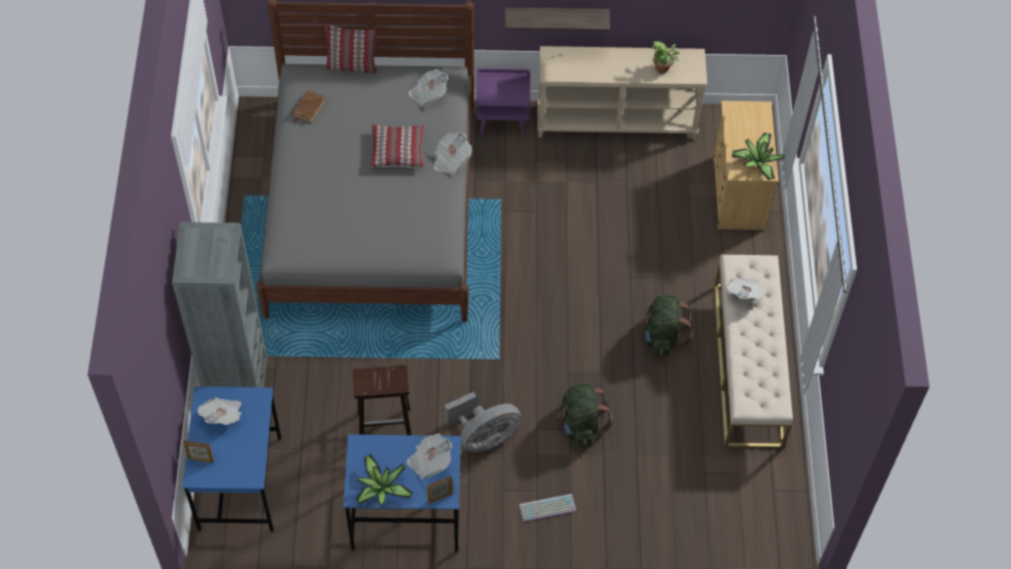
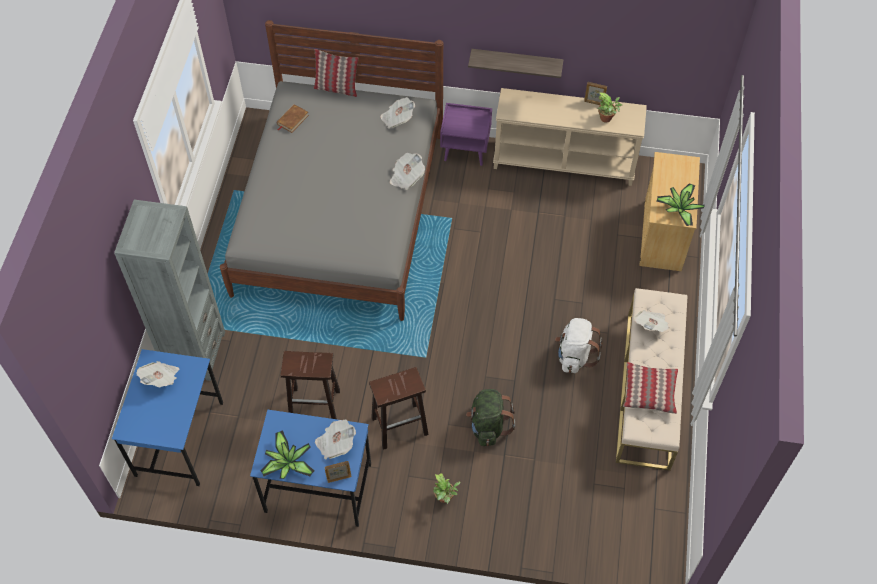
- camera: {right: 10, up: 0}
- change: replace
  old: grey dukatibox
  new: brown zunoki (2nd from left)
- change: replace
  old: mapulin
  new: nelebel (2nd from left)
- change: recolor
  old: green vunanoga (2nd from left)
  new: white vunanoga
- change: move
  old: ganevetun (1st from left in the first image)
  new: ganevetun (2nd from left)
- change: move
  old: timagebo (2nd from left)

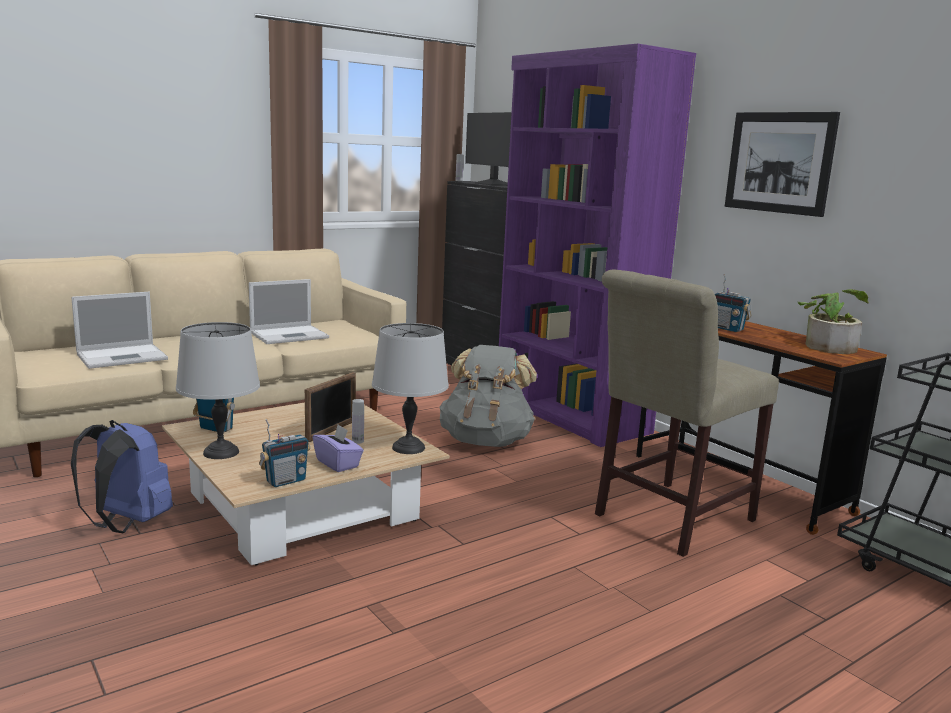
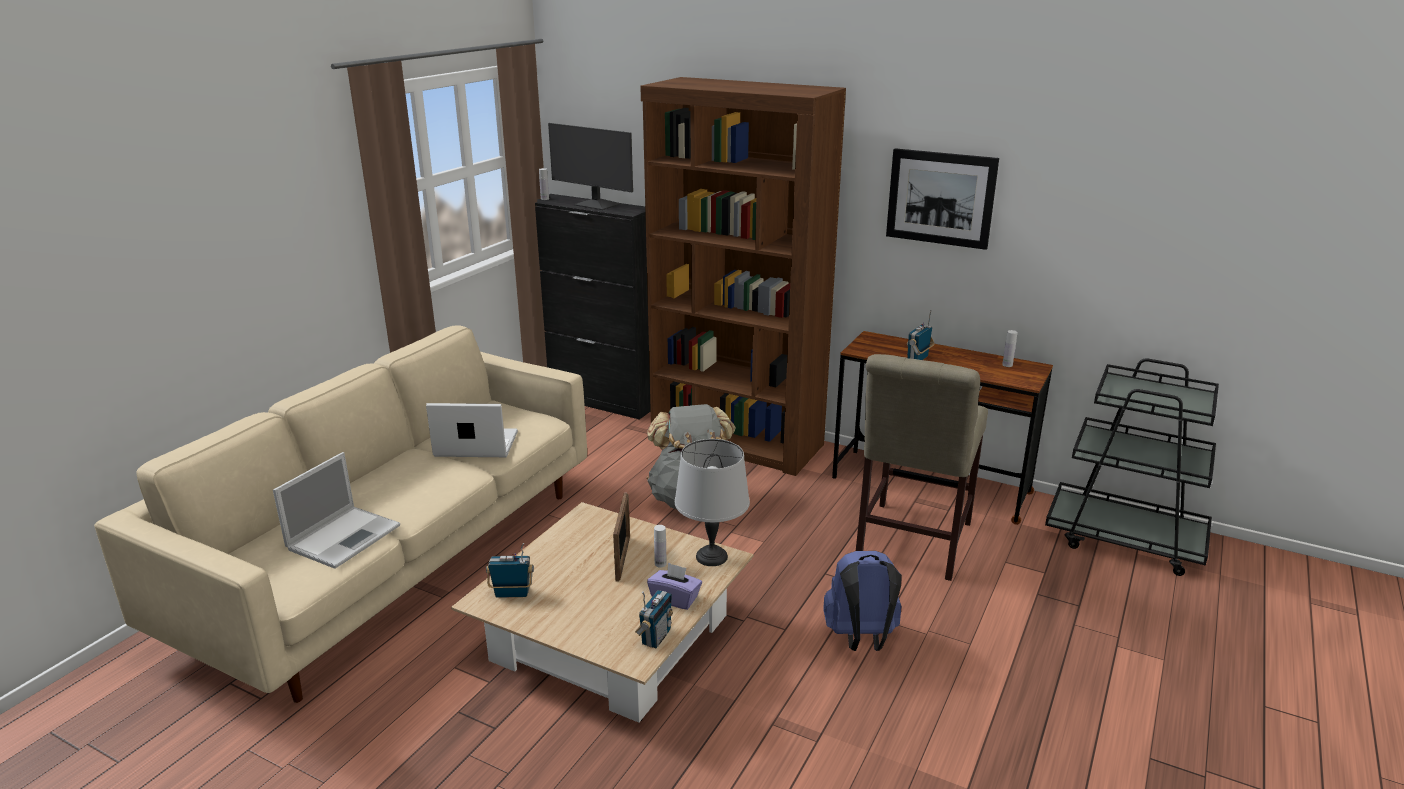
- camera: {right: -25, up: 10}
- change: rotate
  old: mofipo (2nd from left)
  degrees: -120
- change: recolor
  old: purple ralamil
  new: brown ralamil
- change: move
  old: blue vunanoga
- change: rotate
  old: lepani (3rd from left)
  degrees: 105
- change: replace
  old: nelebel
  new: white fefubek (3rd from left)
- change: delete
  old: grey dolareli (1st from left)

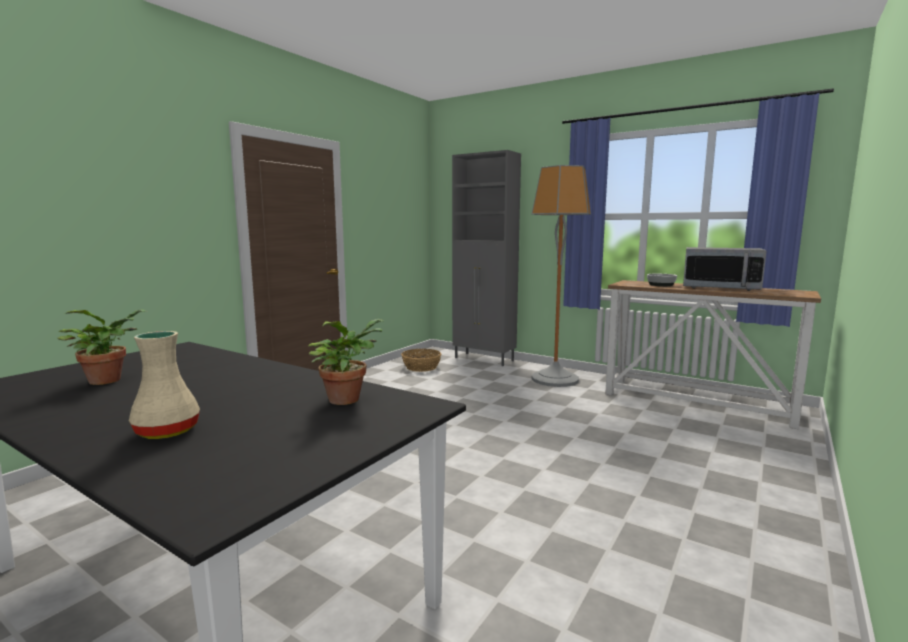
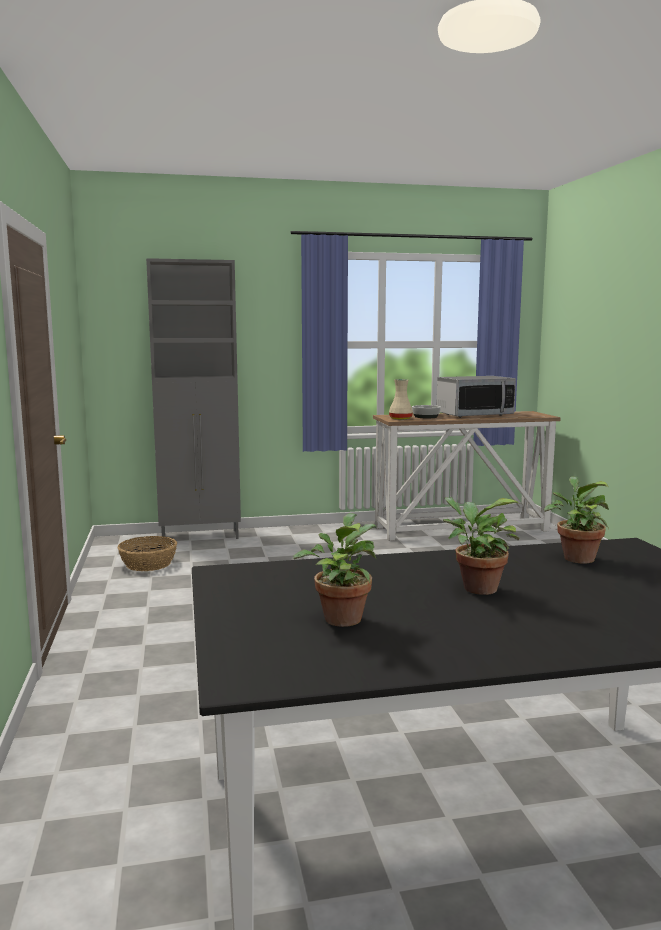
- camera: {right: -45, up: 0}
- change: move
  old: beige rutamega
- change: insert
  new: nelebel (2nd from left)
- change: delete
  old: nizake

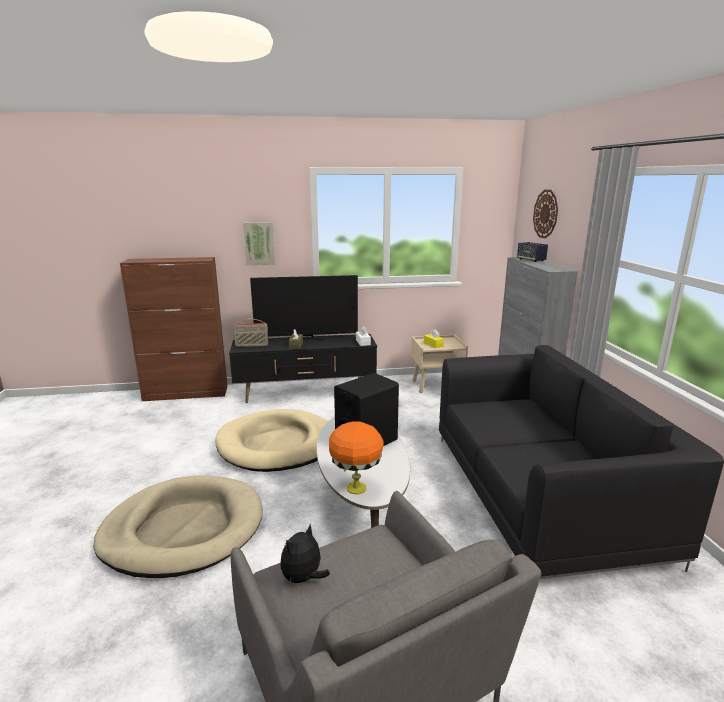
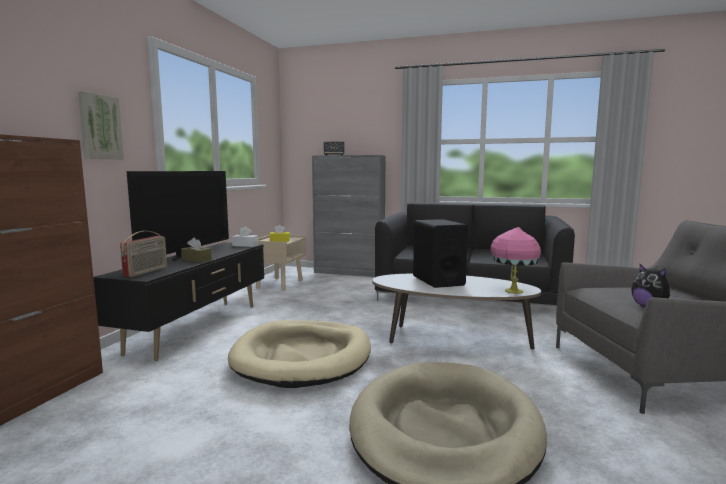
- camera: {right: -65, up: -10}
- change: recolor
  old: orange dolareli
  new: pink dolareli
- change: delete
  old: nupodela

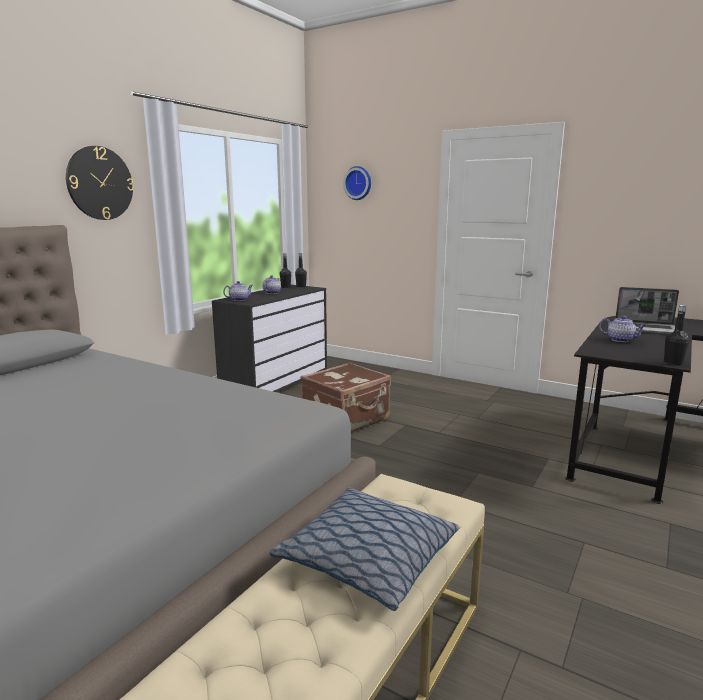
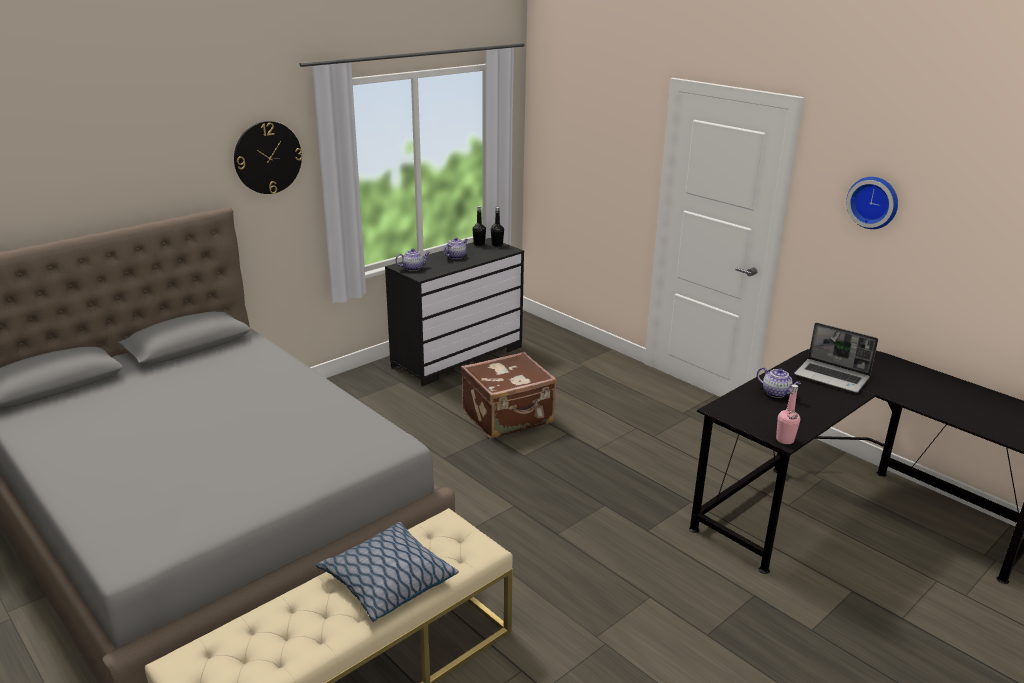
- camera: {right: 15, up: 10}
- change: recolor
  old: black fefubek (3rd from left)
  new: pink fefubek
- change: move
  old: nupodela (2nd from left)

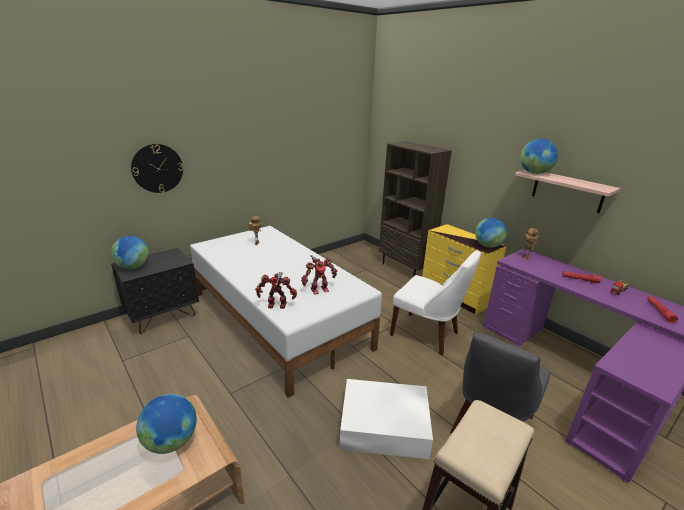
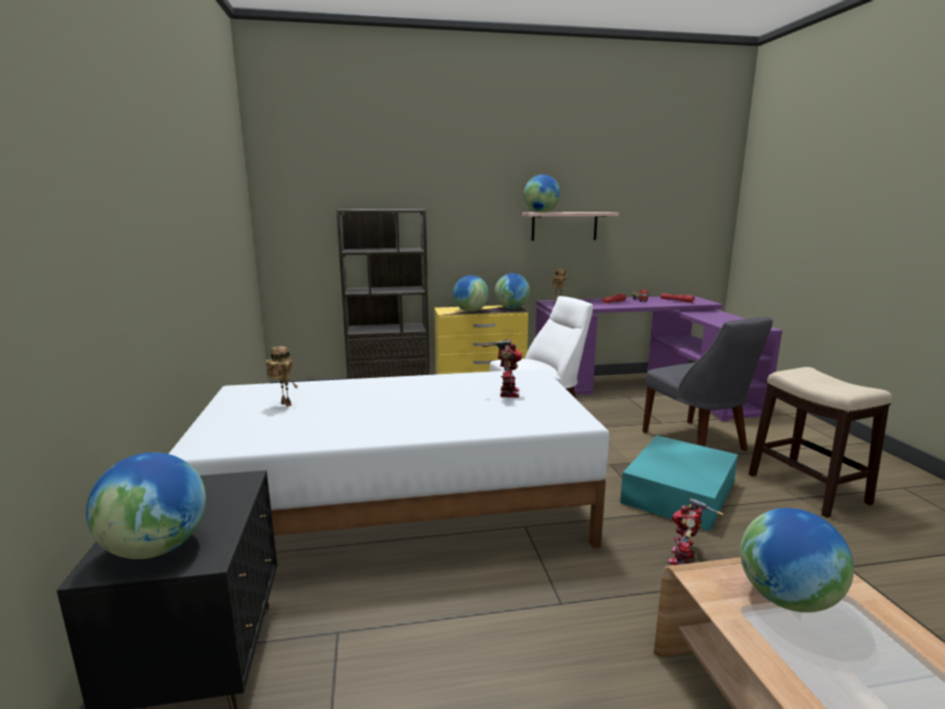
- camera: {right: -60, up: -10}
- change: insert
  new: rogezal (2nd from left)
- change: recolor
  old: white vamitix
  new: turquoise vamitix
- change: move
  old: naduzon (2nd from left in the first image)
  new: naduzon (4th from left)
- change: delete
  old: nupodela

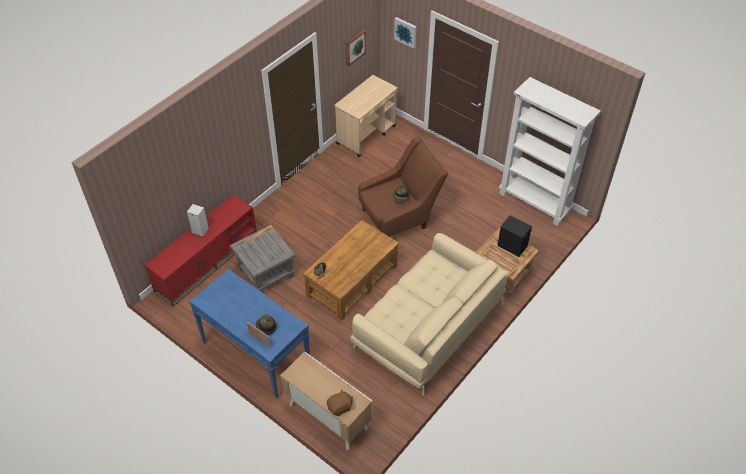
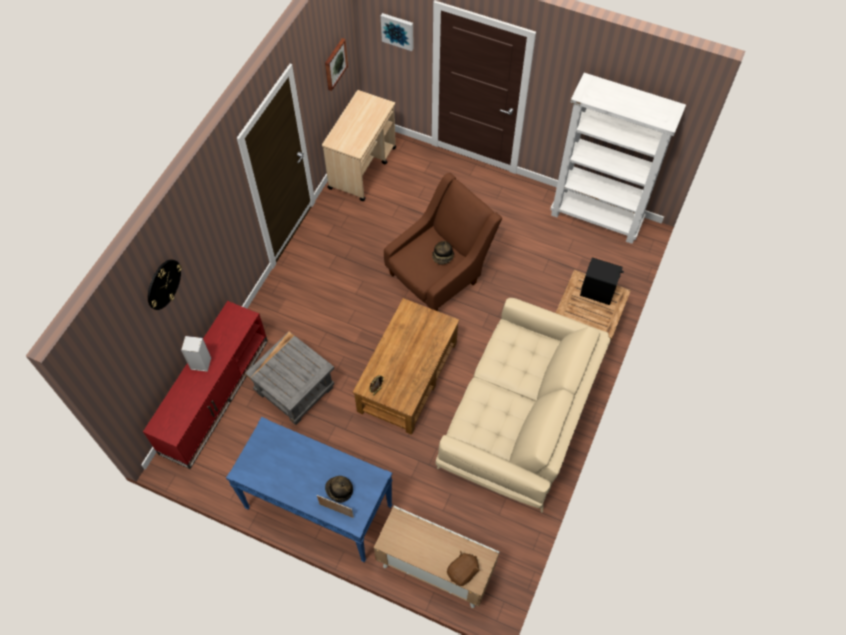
- camera: {right: -15, up: 10}
- change: insert
  new: nupodela

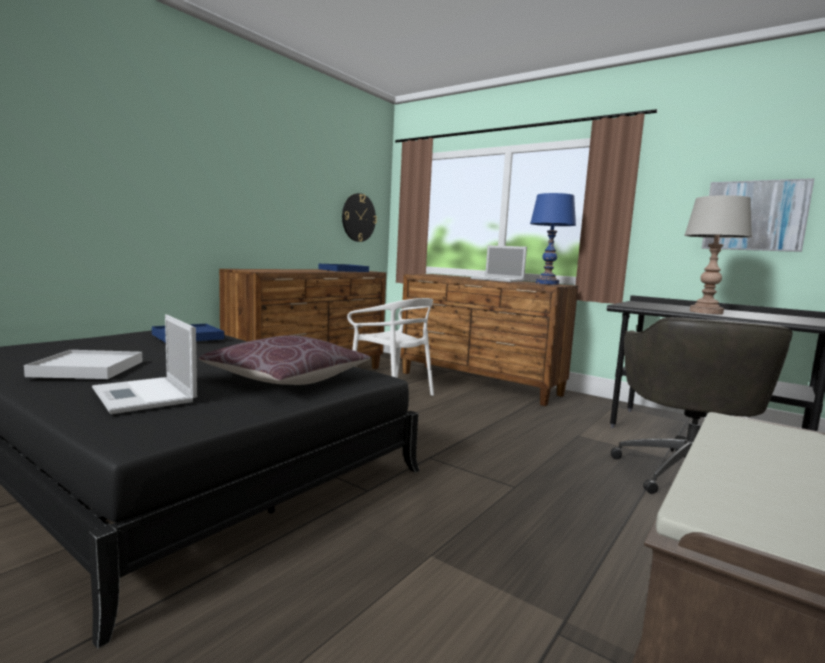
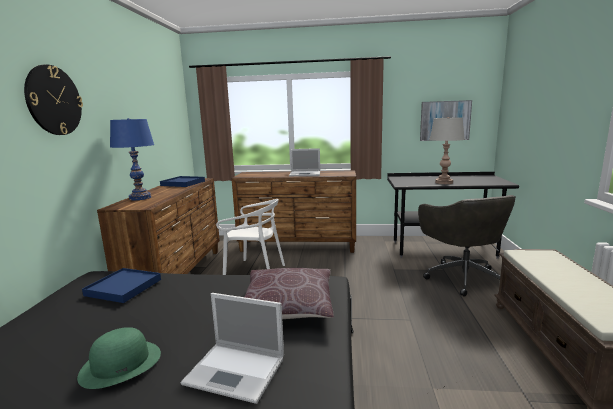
- camera: {right: -30, up: 5}
- change: move
  old: nupodela
- change: replace
  old: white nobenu
  new: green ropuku
- change: move
  old: blue dolareli

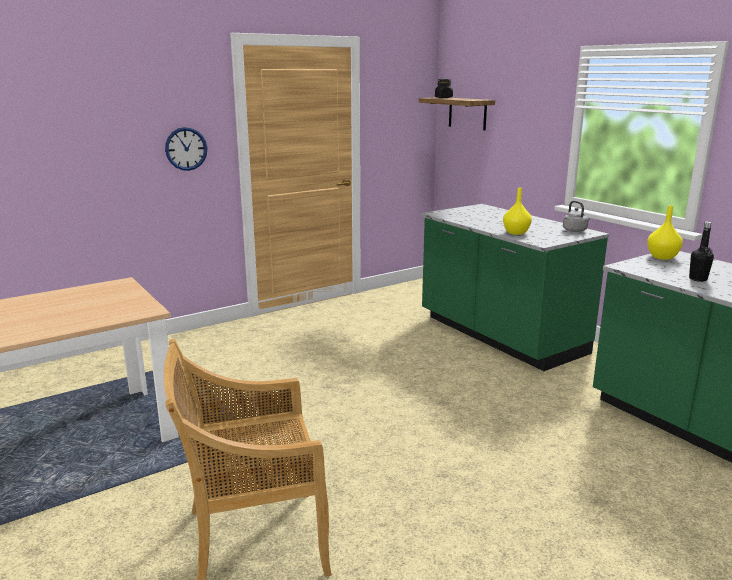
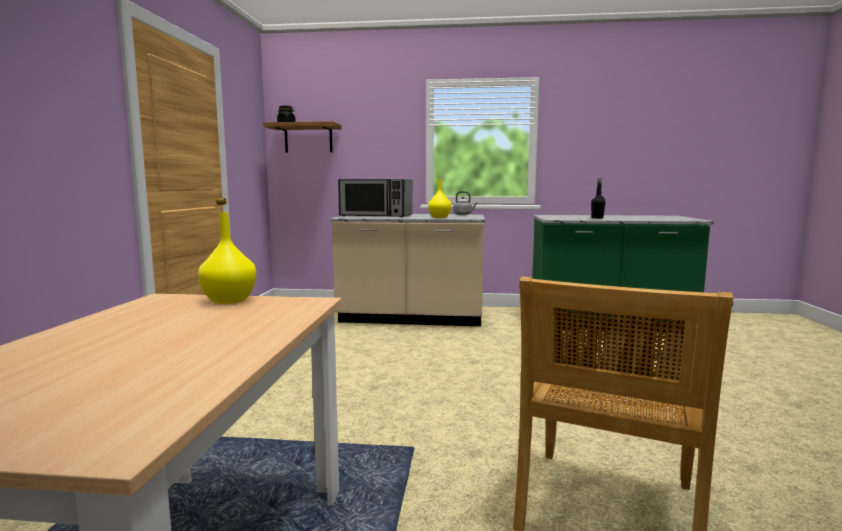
- camera: {right: -50, up: -10}
- change: move
  old: yellow rutamega (2nd from left in the first image)
  new: yellow rutamega (1st from left)
- change: recolor
  old: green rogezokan (1st from left)
  new: beige rogezokan
- change: insert
  new: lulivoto
- change: delete
  old: nupodela

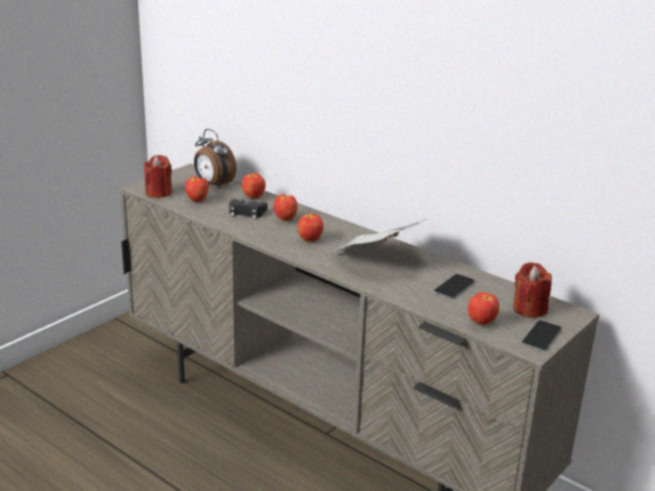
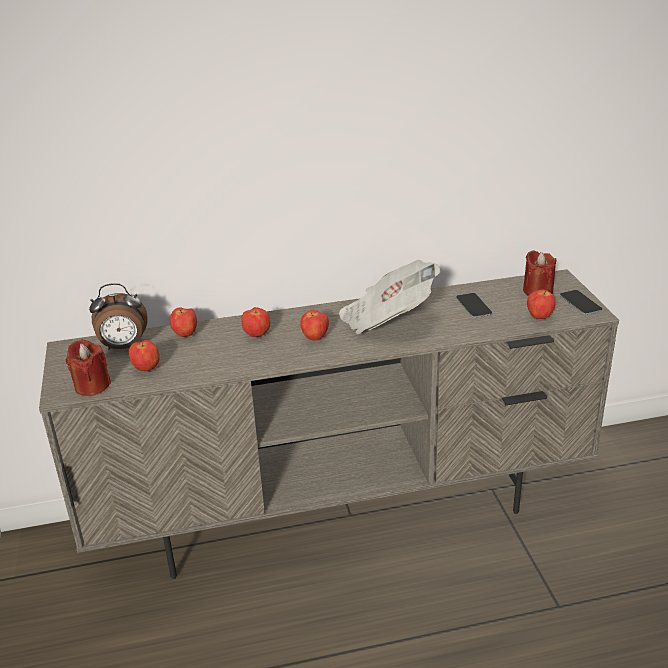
- camera: {right: -50, up: 5}
- change: delete
  old: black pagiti

